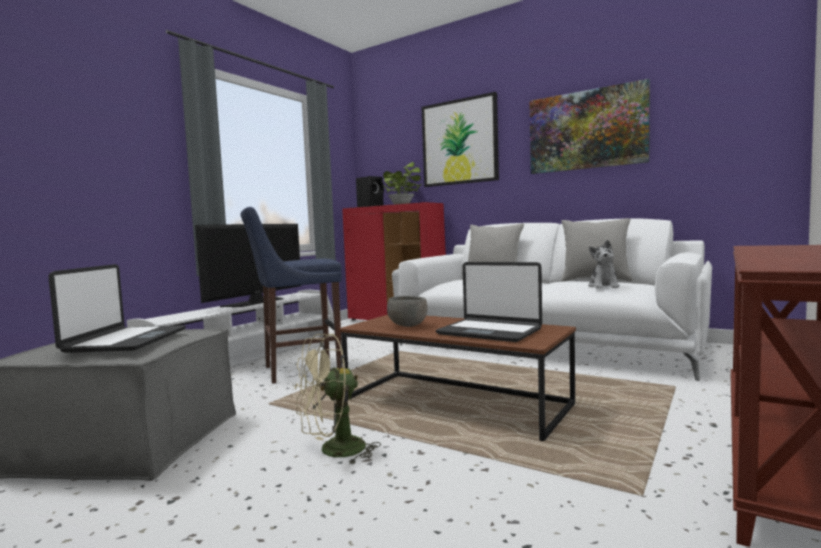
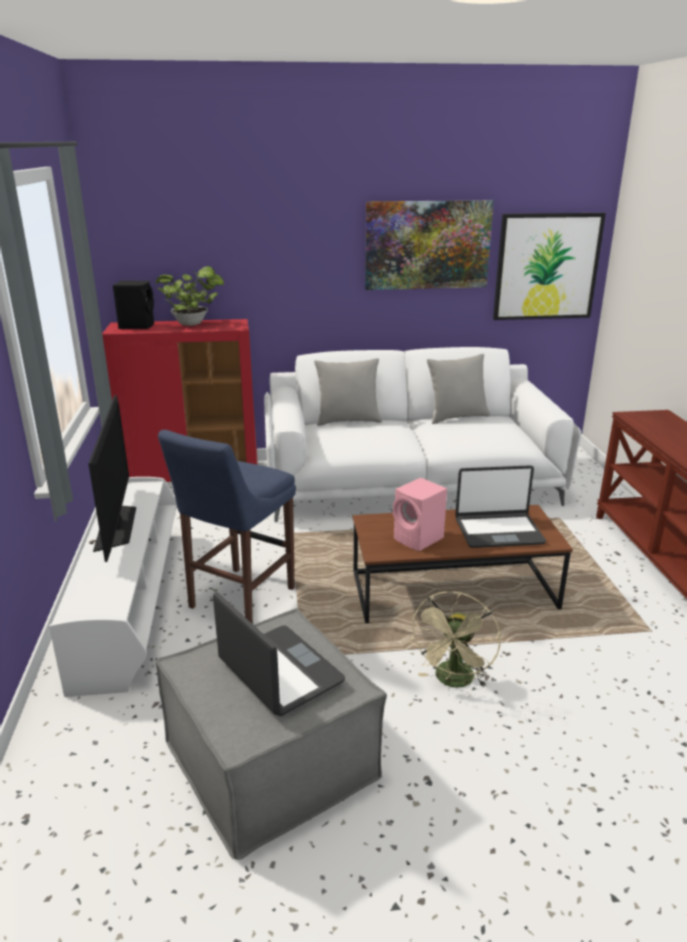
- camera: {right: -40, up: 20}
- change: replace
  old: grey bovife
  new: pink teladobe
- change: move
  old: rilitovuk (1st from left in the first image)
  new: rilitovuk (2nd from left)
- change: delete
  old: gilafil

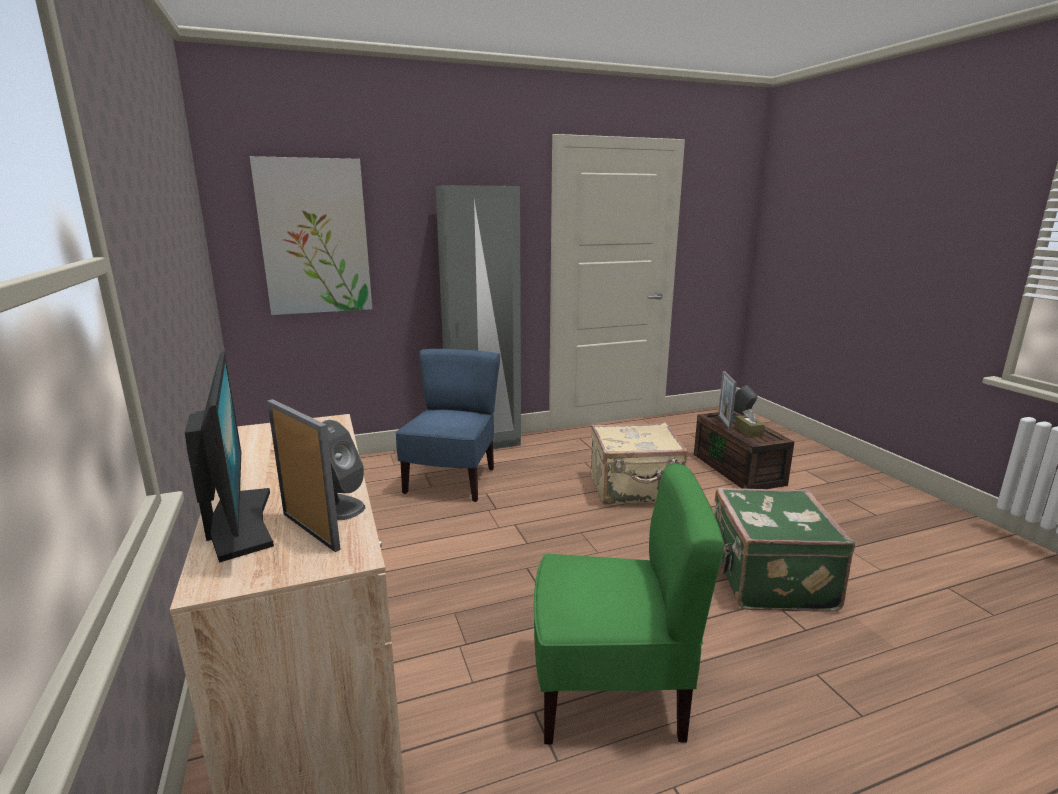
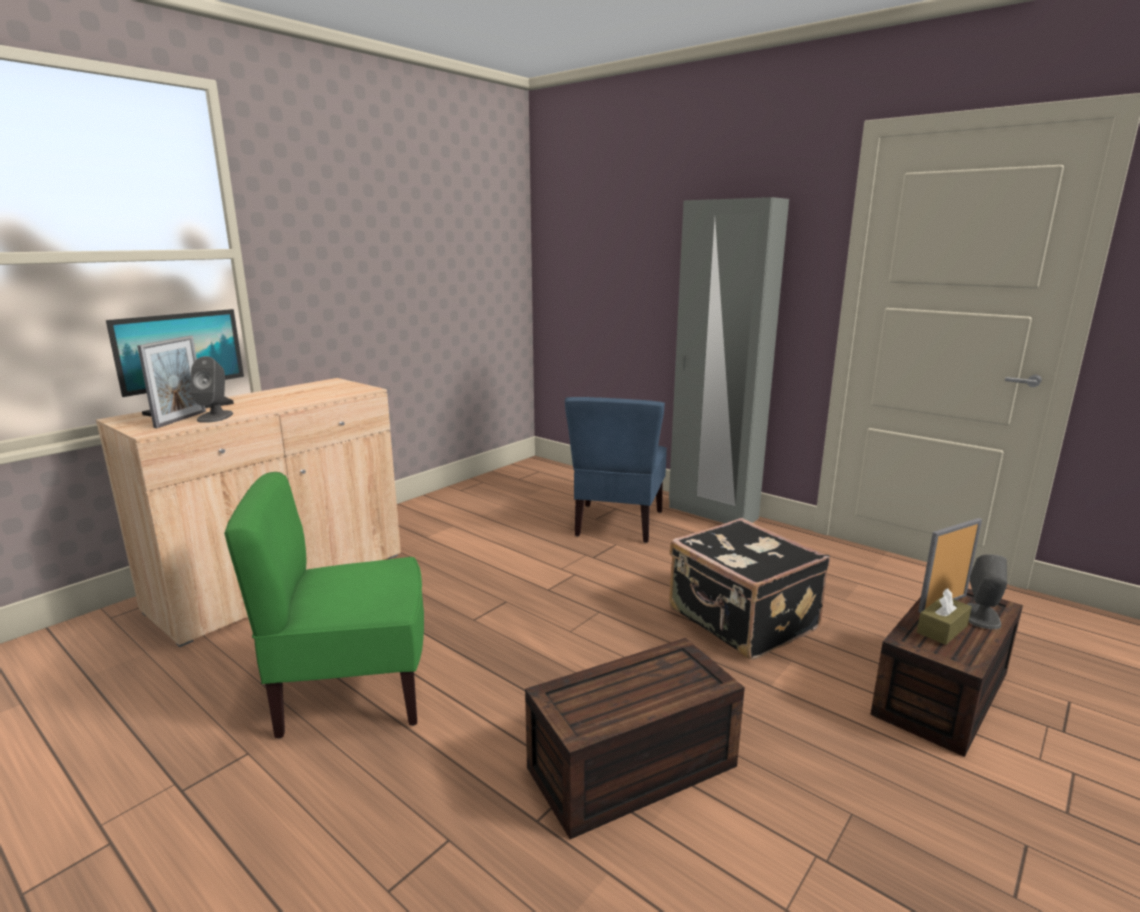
- camera: {right: 60, up: 0}
- change: rotate
  old: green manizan
  degrees: 105
- change: replace
  old: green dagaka
  new: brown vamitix (1st from left)
- change: rotate
  old: blue manizan
  degrees: 120
- change: recolor
  old: beige dagaka
  new: black dagaka
- change: delete
  old: rilitovuk

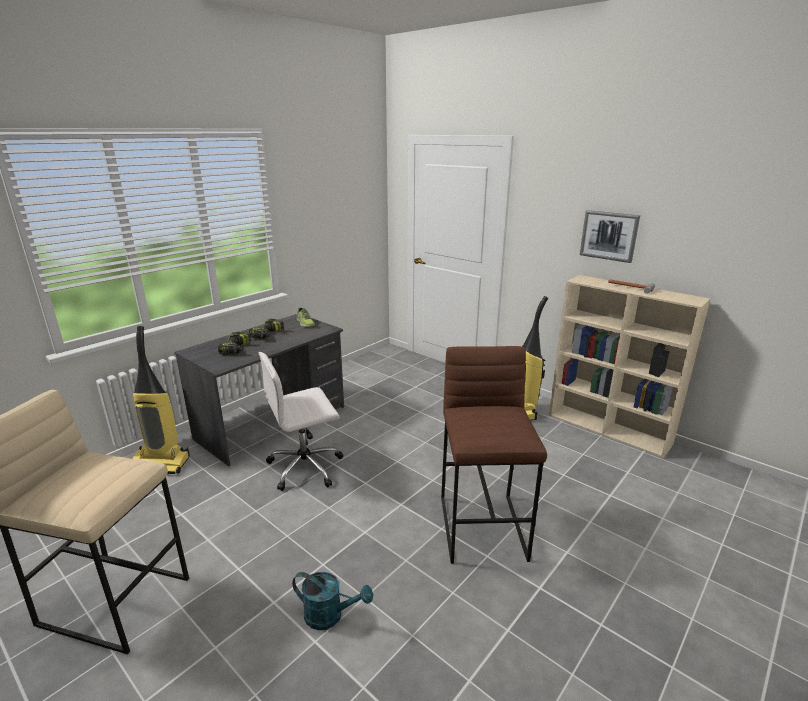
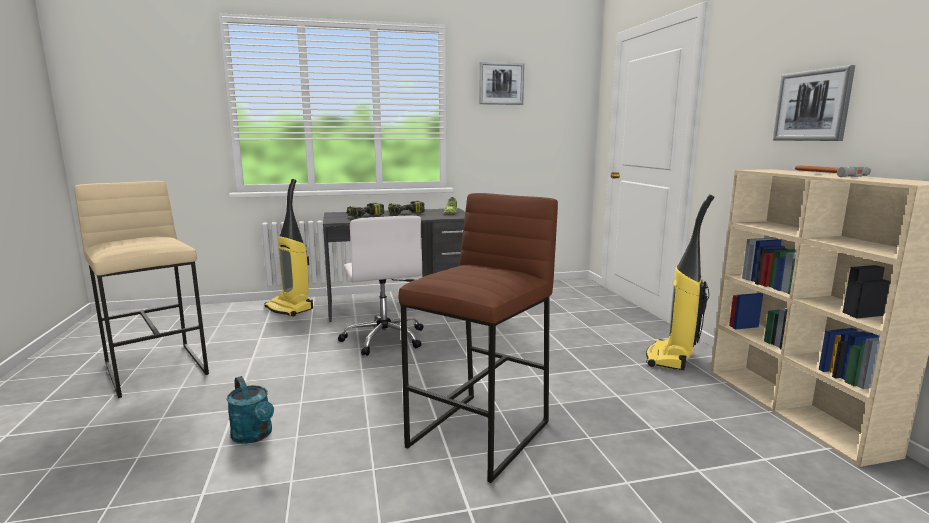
- camera: {right: 35, up: -10}
- change: rotate
  old: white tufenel
  degrees: -120
- change: insert
  new: rilitovuk (1st from left)

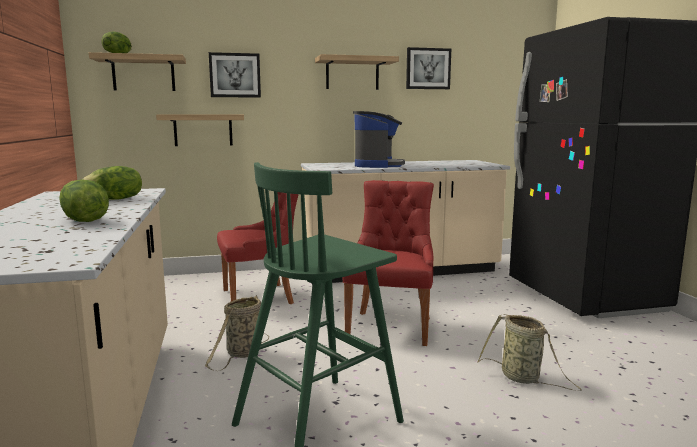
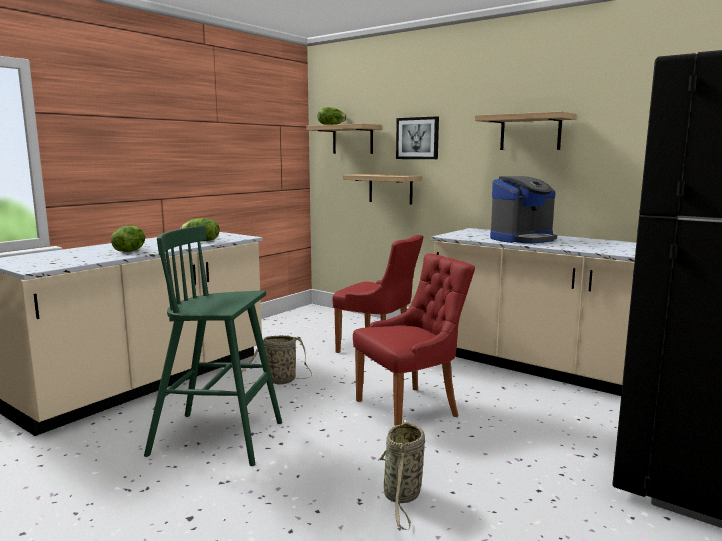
- camera: {right: 50, up: 0}
- change: delete
  old: rilitovuk (2nd from left)

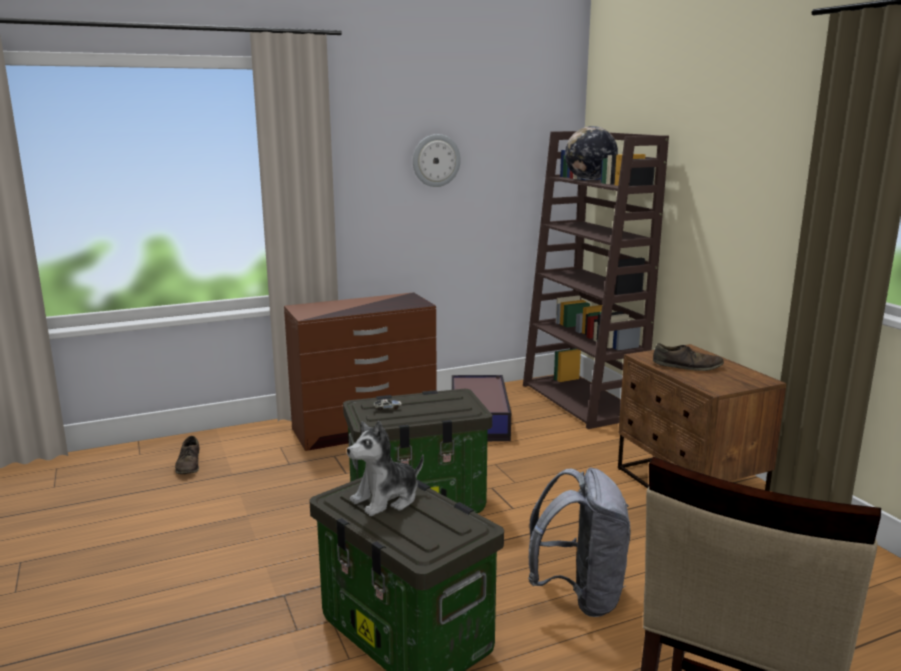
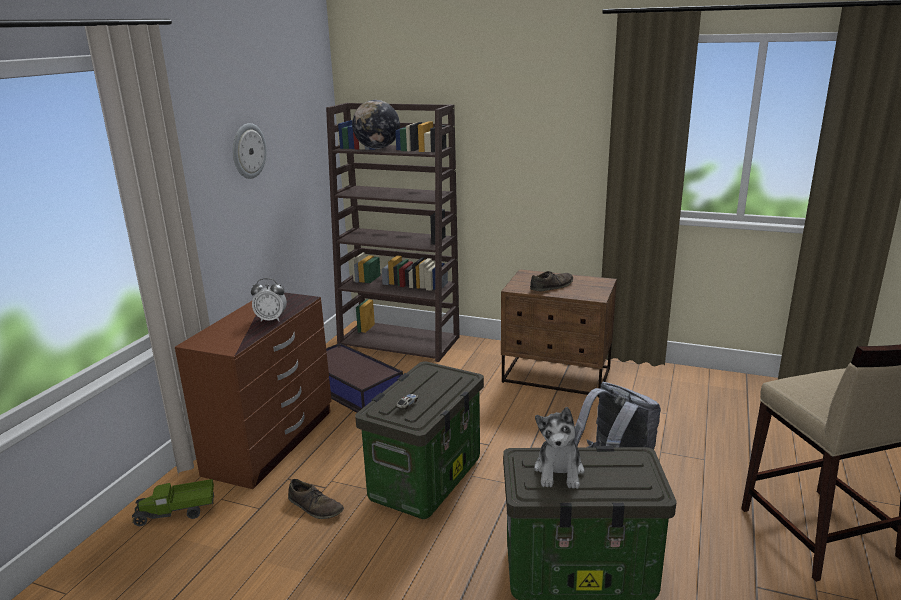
- camera: {right: -45, up: 5}
- change: insert
  new: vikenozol
- change: insert
  new: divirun
- change: move
  old: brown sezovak (1st from left)

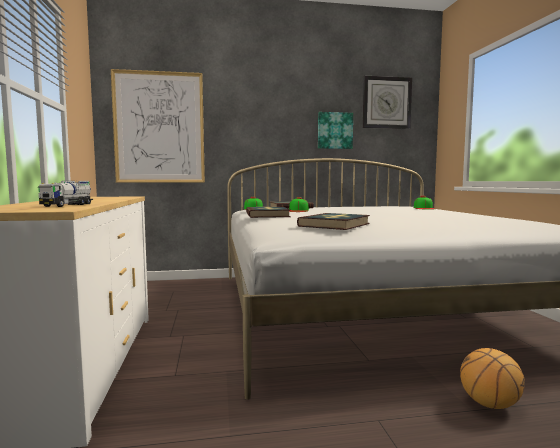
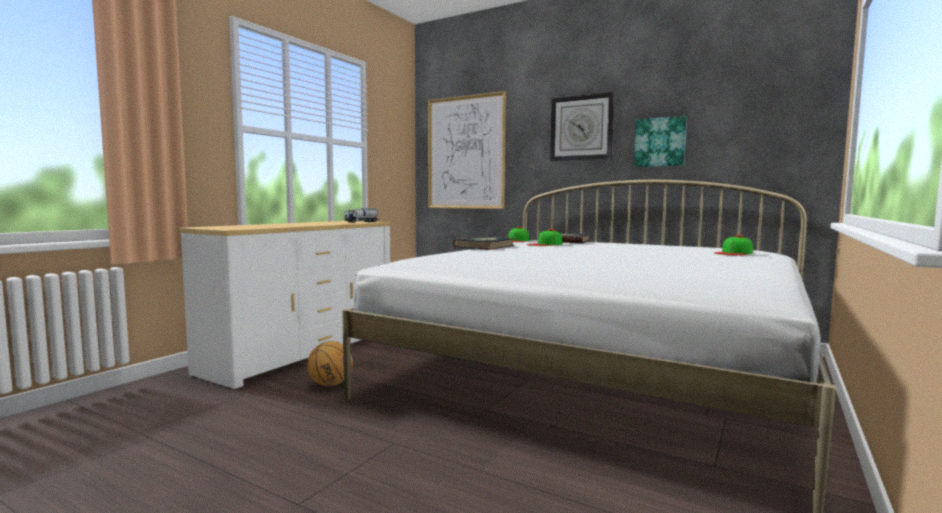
- camera: {right: 40, up: 0}
- change: move
  old: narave
- change: move
  old: vikenozol
- change: move
  old: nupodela
- change: delete
  old: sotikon (3rd from left)

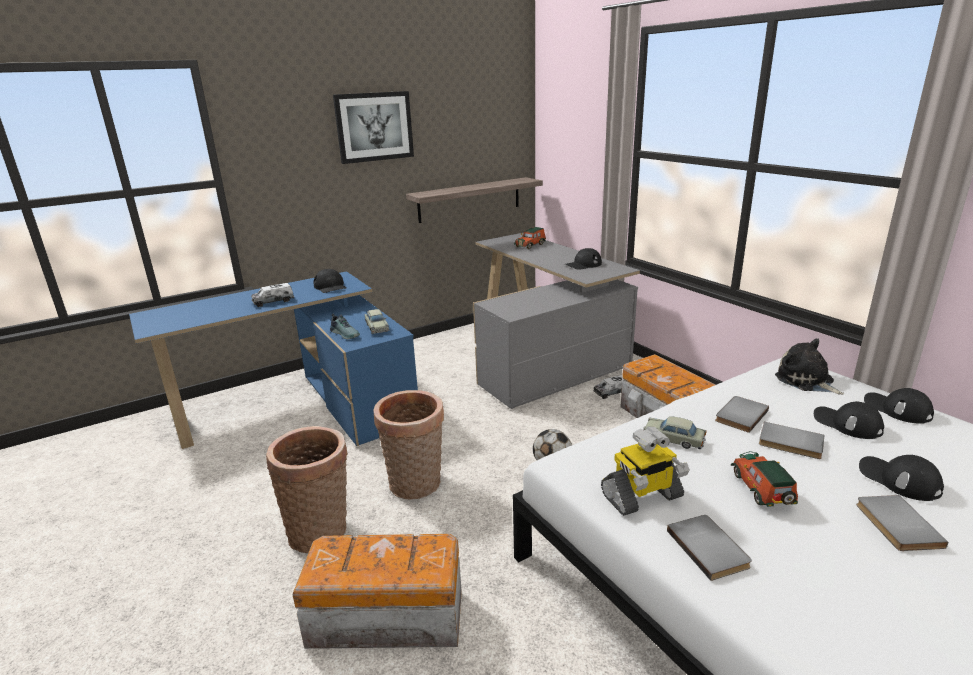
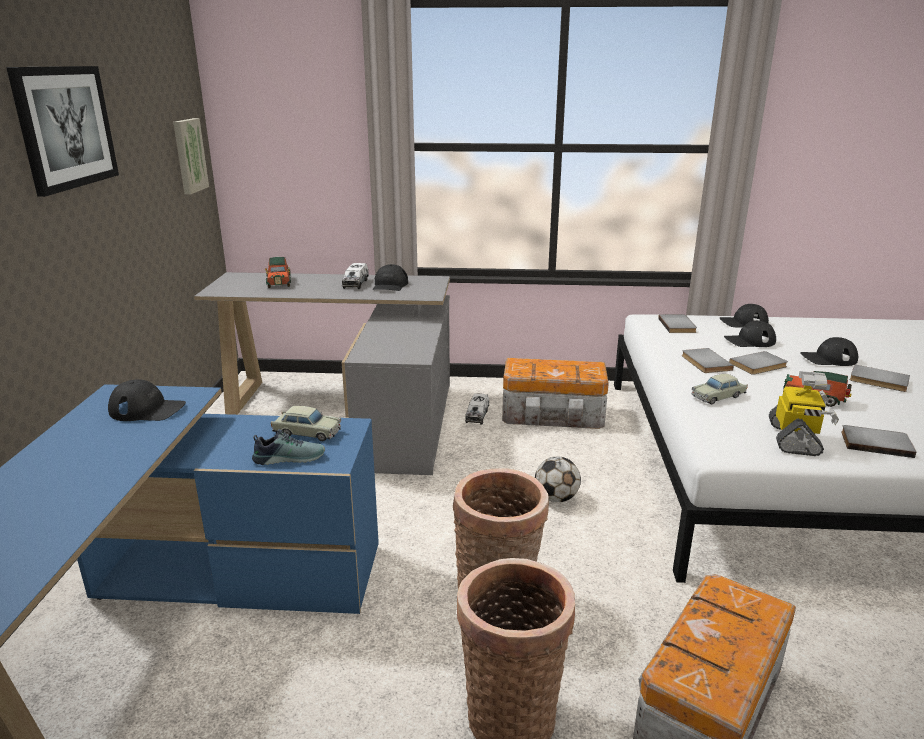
- camera: {right: -55, up: 0}
- change: insert
  new: rilitovuk (2nd from left)
- change: move
  old: vikenozol (1st from left)
- change: replace
  old: gilafil
  new: grey sotikon (1st from left)
- change: delete
  old: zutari

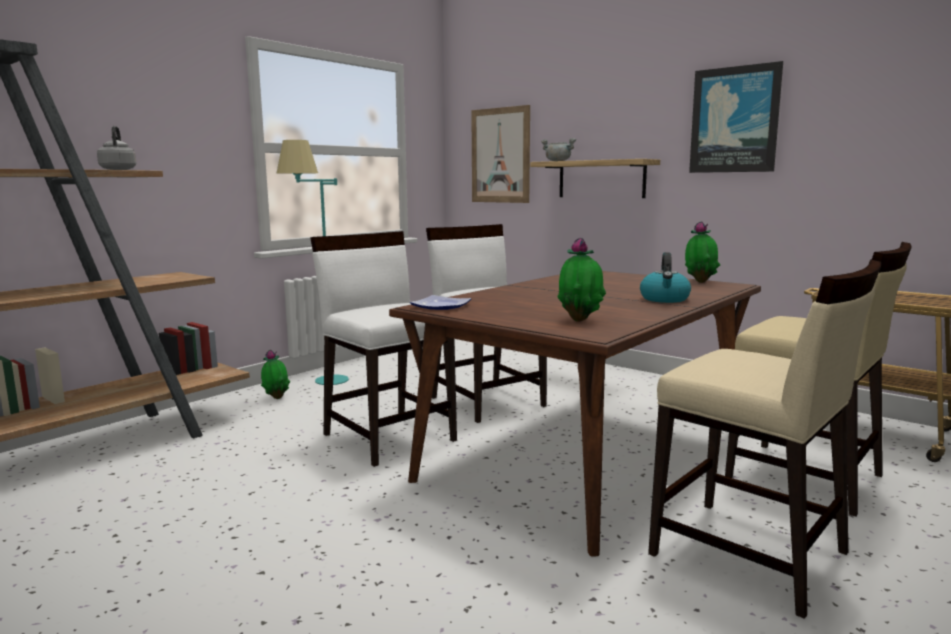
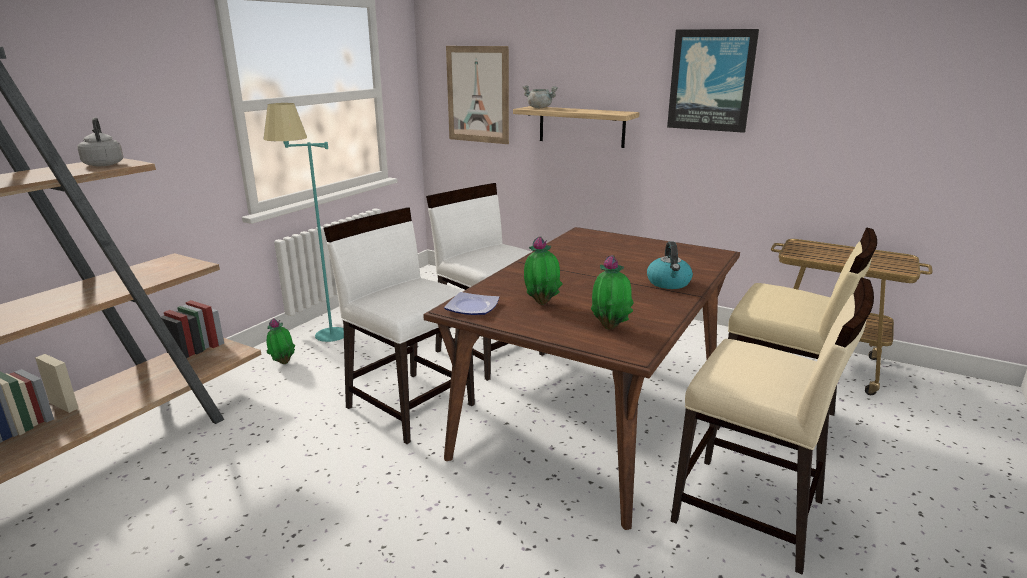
- camera: {right: -10, up: 10}
- change: move
  old: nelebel (3rd from left in the first image)
  new: nelebel (2nd from left)

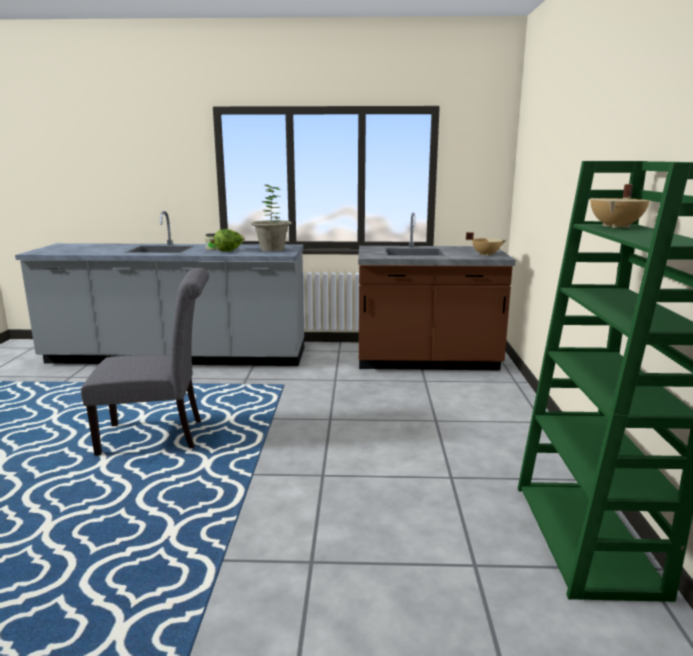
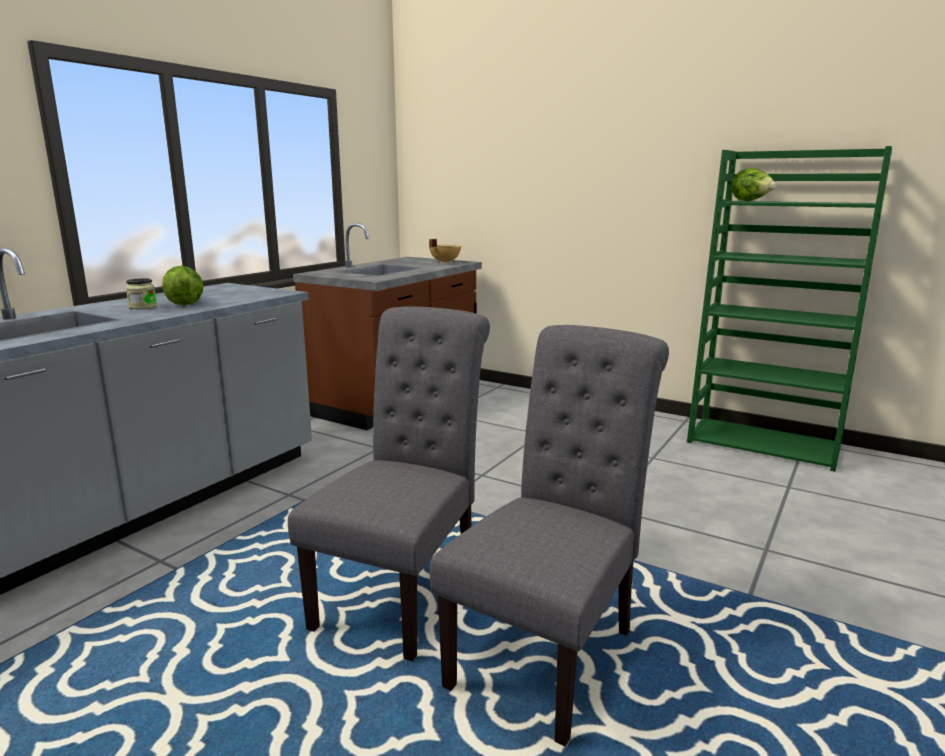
- camera: {right: -60, up: 0}
- change: insert
  new: grey manizan (2nd from left)
- change: replace
  old: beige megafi (2nd from left)
  new: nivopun (2nd from left)
- change: delete
  old: nelebel

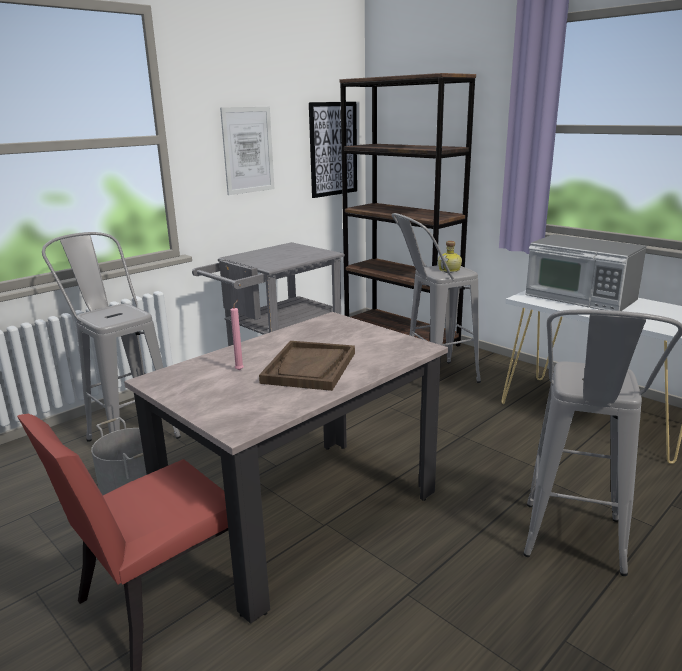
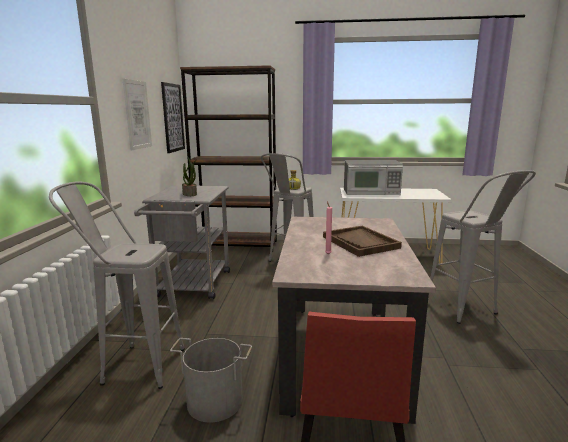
- camera: {right: -40, up: -5}
- change: insert
  new: nelebel

